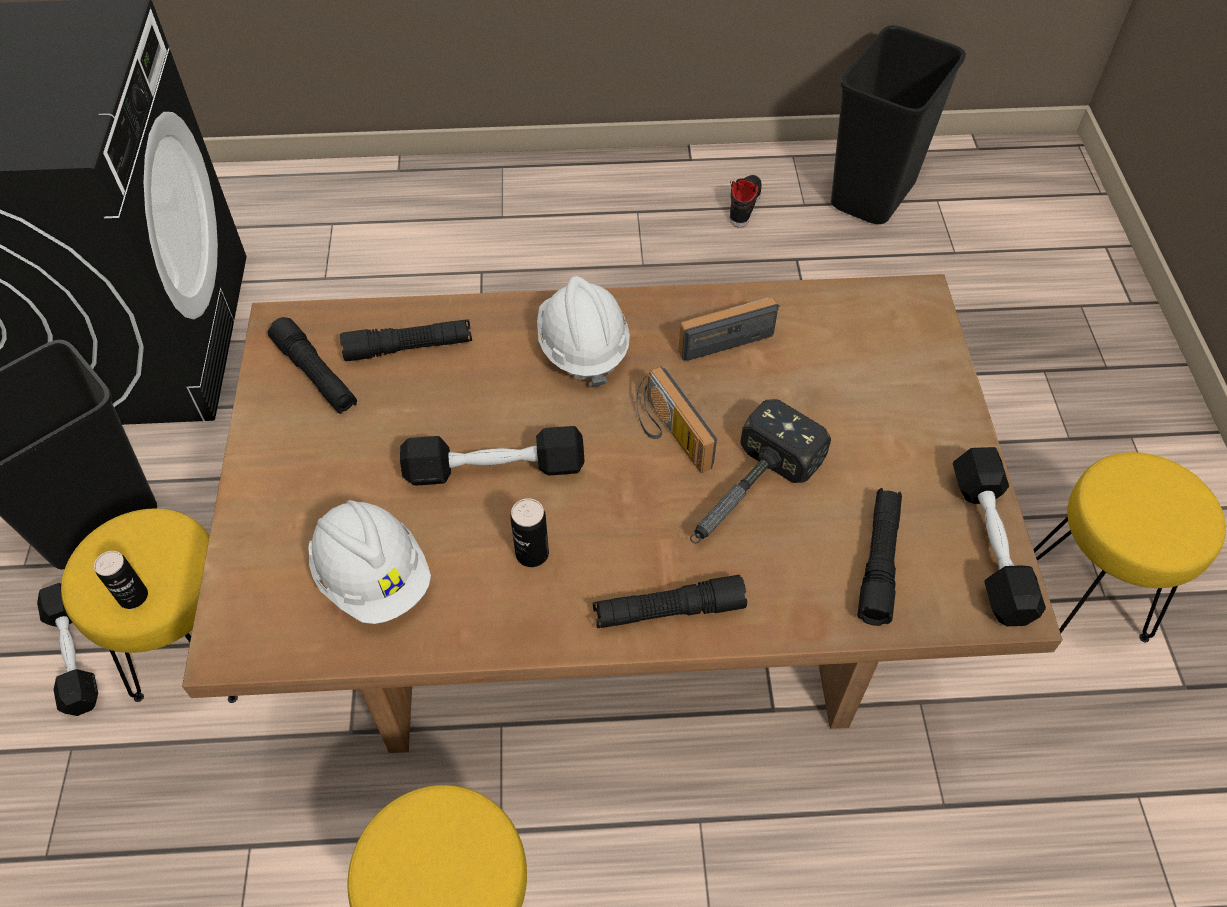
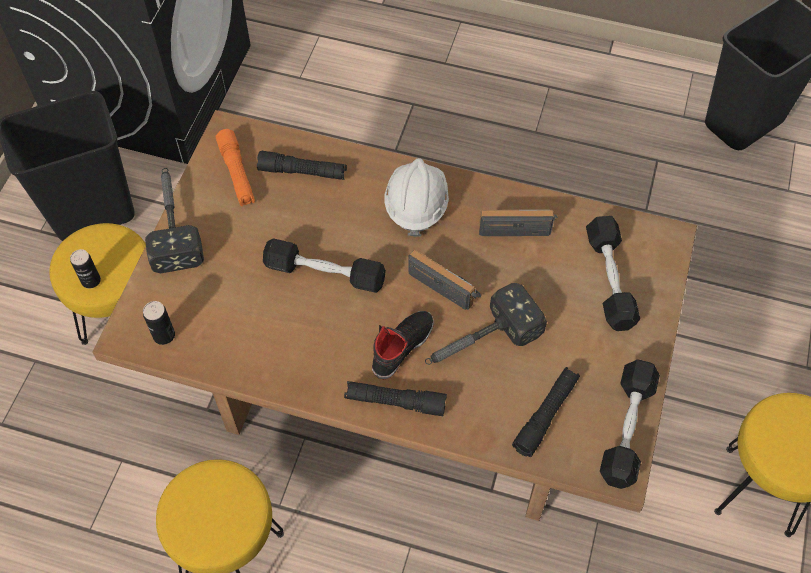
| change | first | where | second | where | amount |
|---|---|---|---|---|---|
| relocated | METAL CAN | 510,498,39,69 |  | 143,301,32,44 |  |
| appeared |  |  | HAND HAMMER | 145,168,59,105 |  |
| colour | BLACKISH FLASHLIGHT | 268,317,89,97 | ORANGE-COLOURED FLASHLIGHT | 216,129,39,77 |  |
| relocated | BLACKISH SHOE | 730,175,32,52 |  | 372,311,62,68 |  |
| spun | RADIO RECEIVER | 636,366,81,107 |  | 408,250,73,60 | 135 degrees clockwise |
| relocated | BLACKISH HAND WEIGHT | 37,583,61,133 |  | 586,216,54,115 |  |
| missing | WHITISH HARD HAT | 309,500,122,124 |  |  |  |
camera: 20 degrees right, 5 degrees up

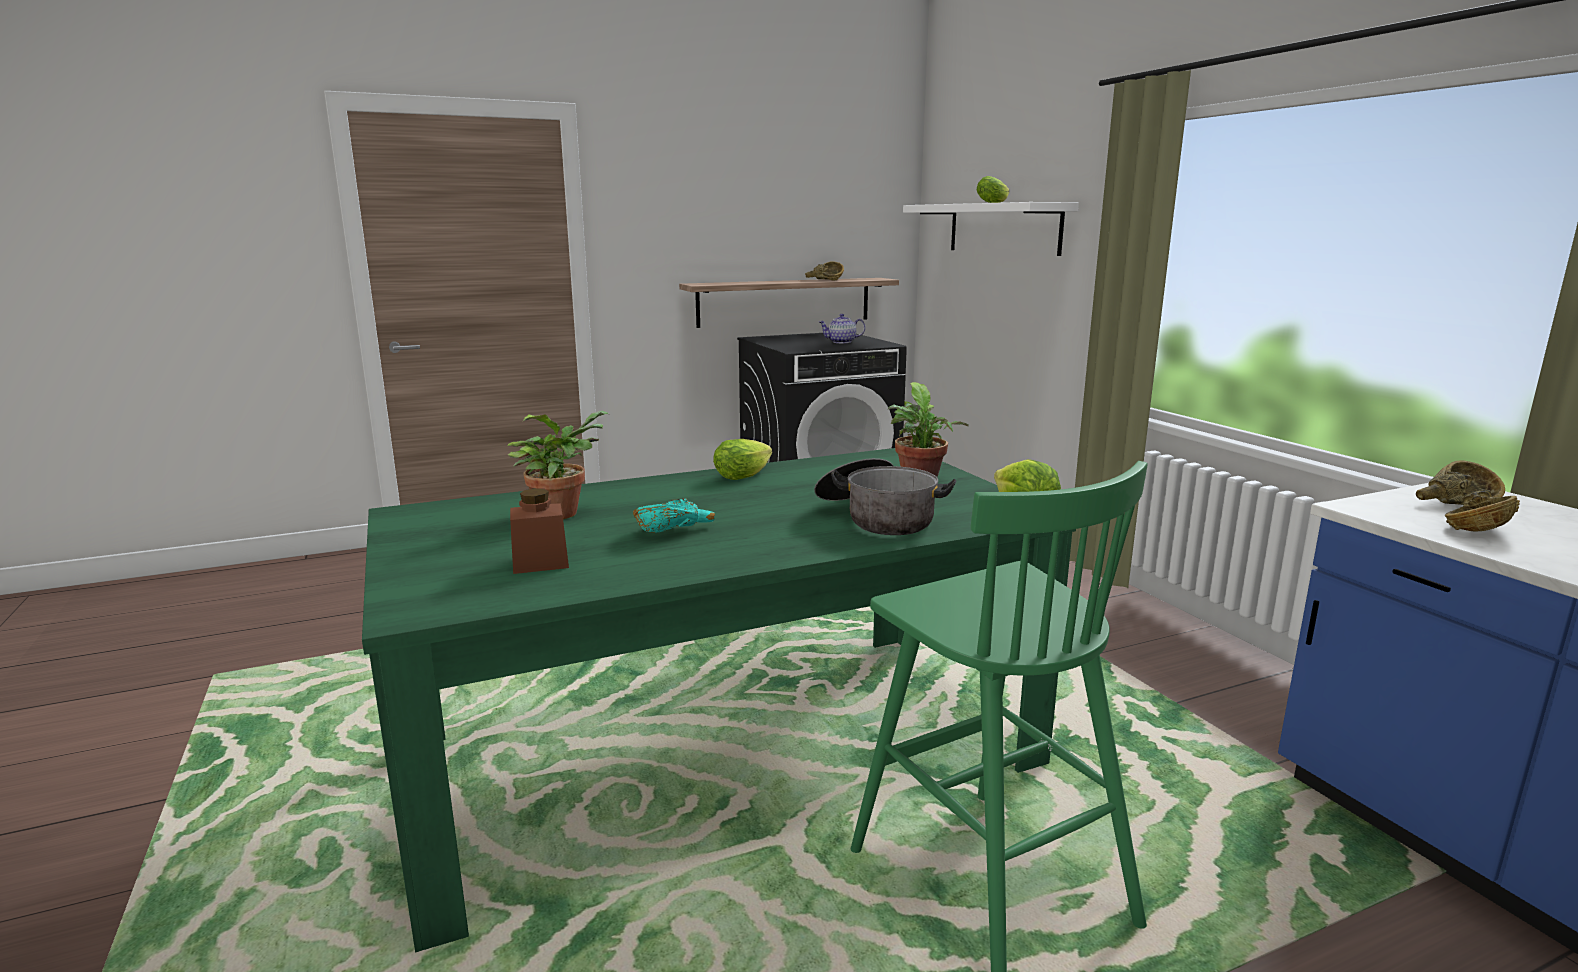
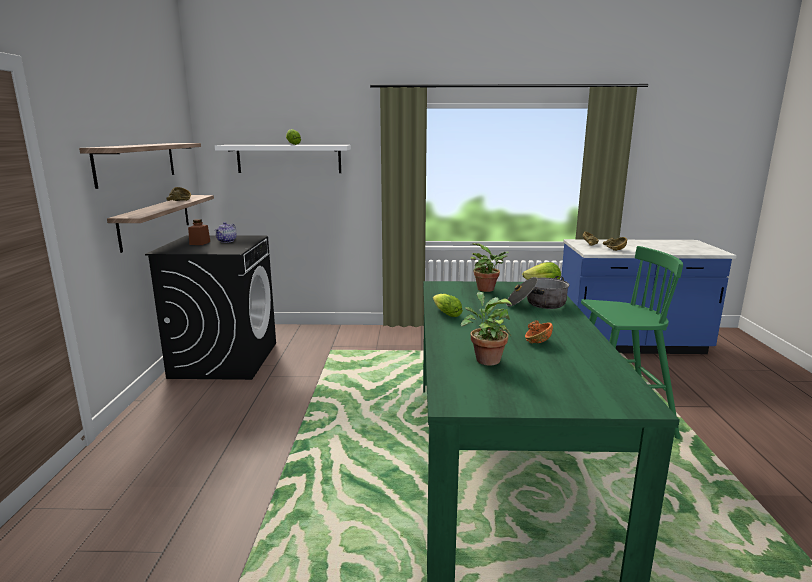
| change | first | where | second | where | amount |
|---|---|---|---|---|---|
| appeared |  |  | BRACKET SHELF | 79,143,122,46 |  |
| relocated | BROWN-COLOURED PRESERVE JAR | 510,488,59,86 |  | 188,219,22,26 |  |
| colour | TURQUOISE BOWL | 633,498,82,34 | ORANGE-COLOURED BOWL | 525,320,28,23 |  |
camera: 65 degrees left, 0 degrees up

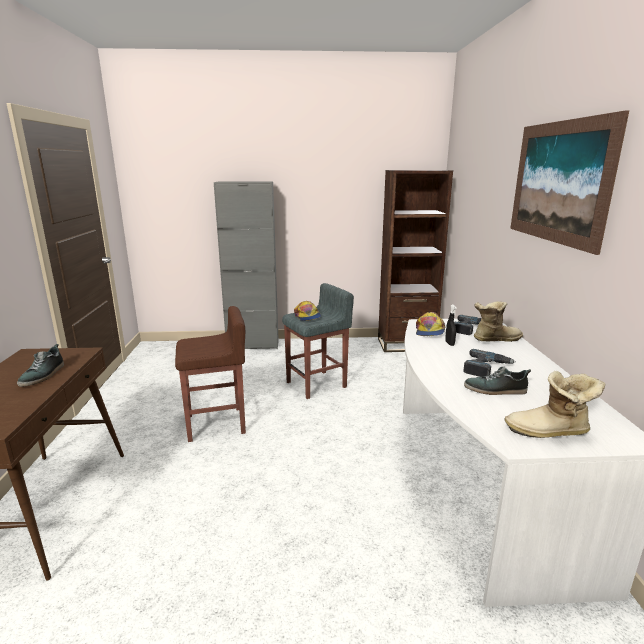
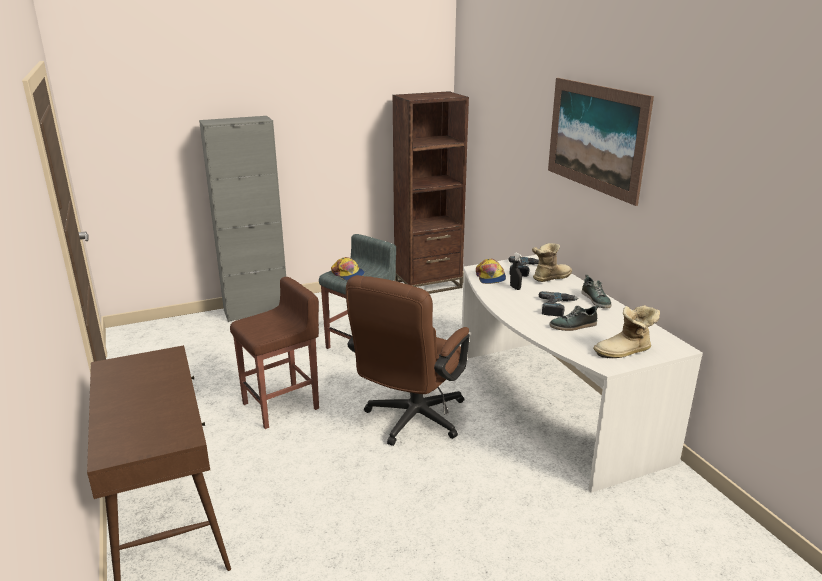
| change | first | where | second | where | amount |
|---|---|---|---|---|---|
| appeared |  |  | BROWN-COLOURED DESK CHAIR | 346,275,124,171 |  |
| relocated | SHOE | 17,344,47,43 |  | 581,275,31,34 |  |
camera: 20 degrees left, 5 degrees up

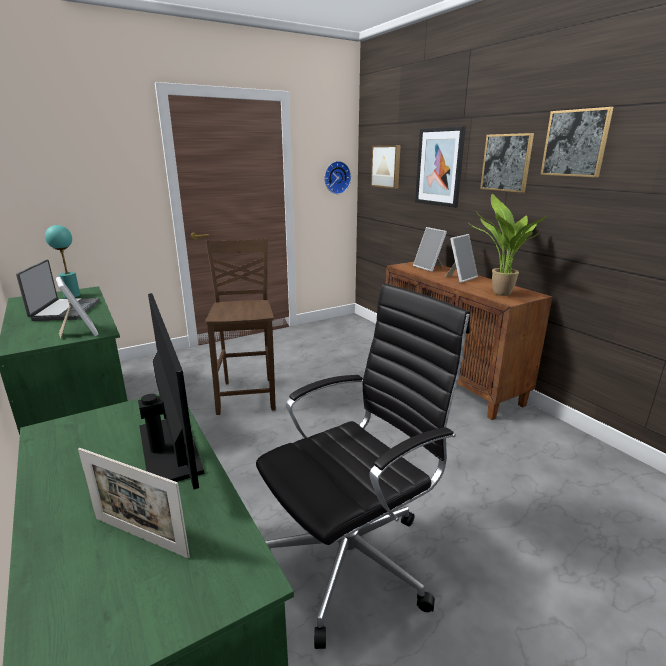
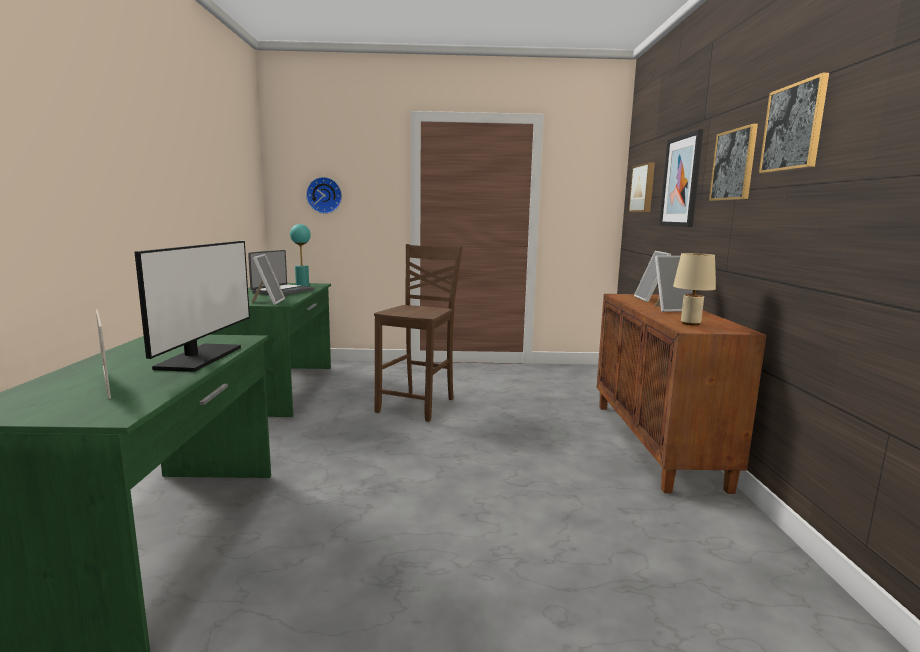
| change | first | where | second | where | amount |
|---|---|---|---|---|---|
| relocated | WALL CLOCK | 324,161,27,33 |  | 306,177,36,37 |  |
| exchanged | PLANT IN A POT | 470,194,77,102 | SAND-COLOURED LAMP FOR A TABLE | 673,253,43,73 |  |
| missing | BLACKISH DESK CHAIR | 256,283,214,366 |  |  |  |
camera: 30 degrees right, 10 degrees down

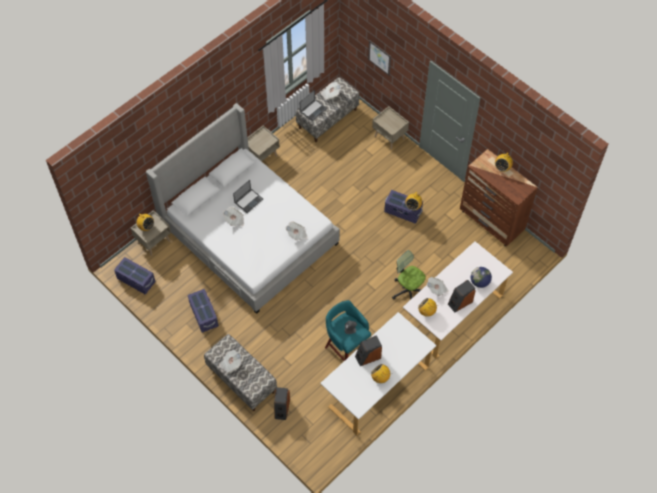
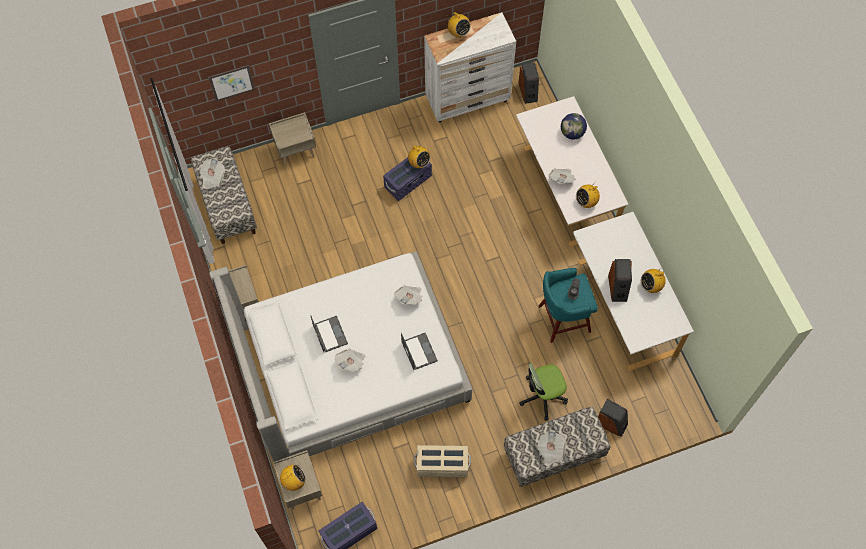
| change | first | where | second | where | amount |
|---|---|---|---|---|---|
| relocated | LAPTOP | 300,90,27,31 |  | 401,333,37,37 |  |
| colour | PURPLE-COLOURED STORAGE BOX | 188,289,31,44 | SAND-COLOURED STORAGE BOX | 414,445,57,32 |  |
| colour | BROWN-COLOURED CHEST OF DRAWERS | 460,149,78,97 | WHITISH CHEST OF DRAWERS | 424,12,92,110 |  |
| relocated | SPEAKER | 448,280,28,32 |  | 518,62,21,42 |  |
| relocated | DESK CHAIR | 392,250,34,50 |  | 520,363,48,58 |  |
camera: 65 degrees left, 5 degrees up

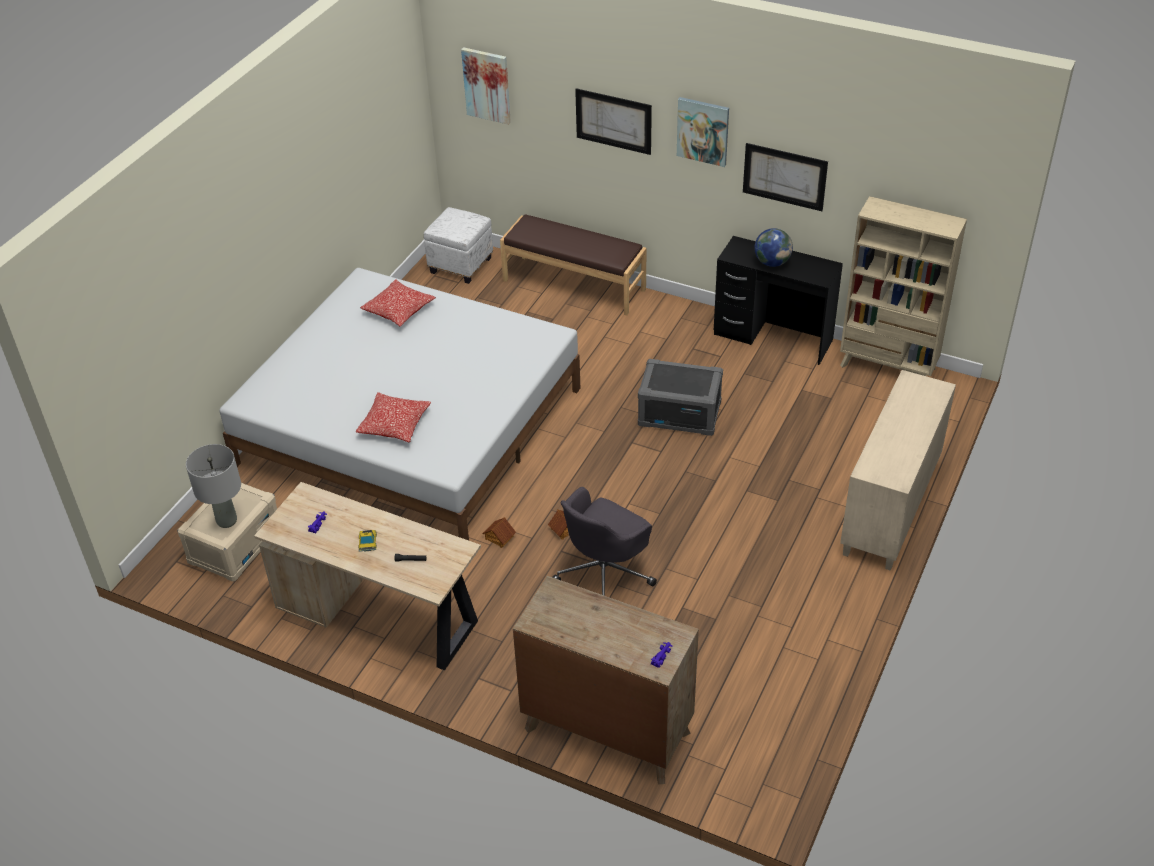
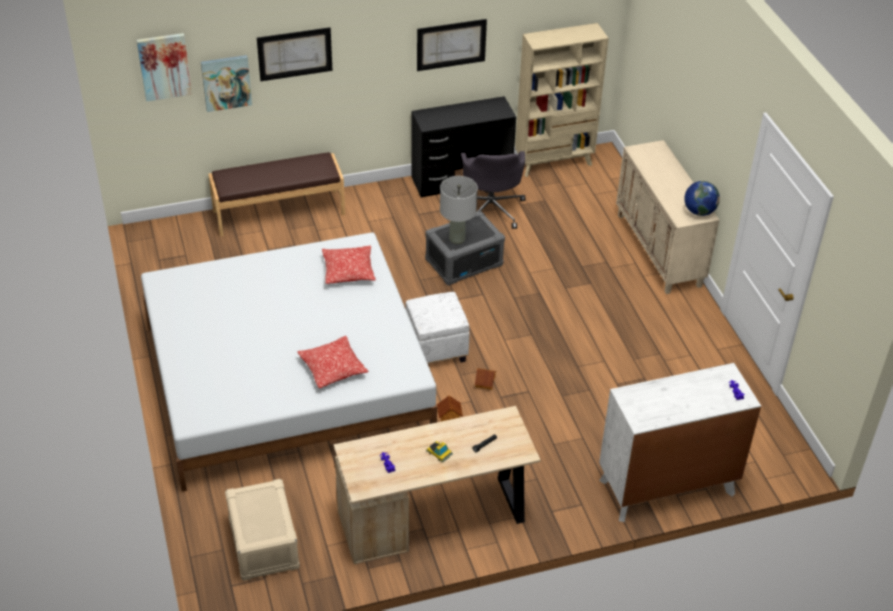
| change | first | where | second | where | amount |
|---|---|---|---|---|---|
| relocated | PICTURE | 677,97,52,70 |  | 201,55,51,57 |  |
| relocated | CUSHION | 360,279,76,48 |  | 322,246,54,38 |  |
| relocated | WHITISH FOOTREST | 424,207,69,77 |  | 405,292,65,72 |  |
| relocated | GREYISH LAMP FOR A TABLE | 186,444,55,84 |  | 440,176,38,68 |  |
| relocated | GREYISH DESK CHAIR | 552,487,105,109 |  | 461,151,64,78 |  |
| colour | BROWN-COLOURED CHEST OF DRAWERS | 513,576,186,209 | WHITISH CHEST OF DRAWERS | 599,363,162,159 |  |
| relocated | DESK GLOBE | 754,228,39,39 |  | 684,181,36,35 |  |
camera: 45 degrees left, 0 degrees up

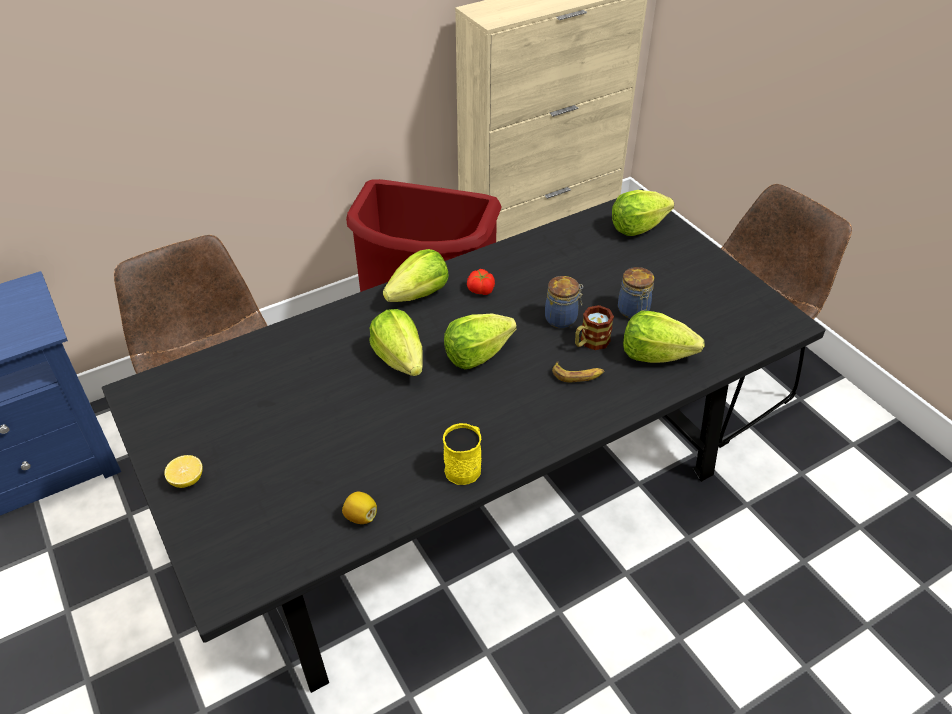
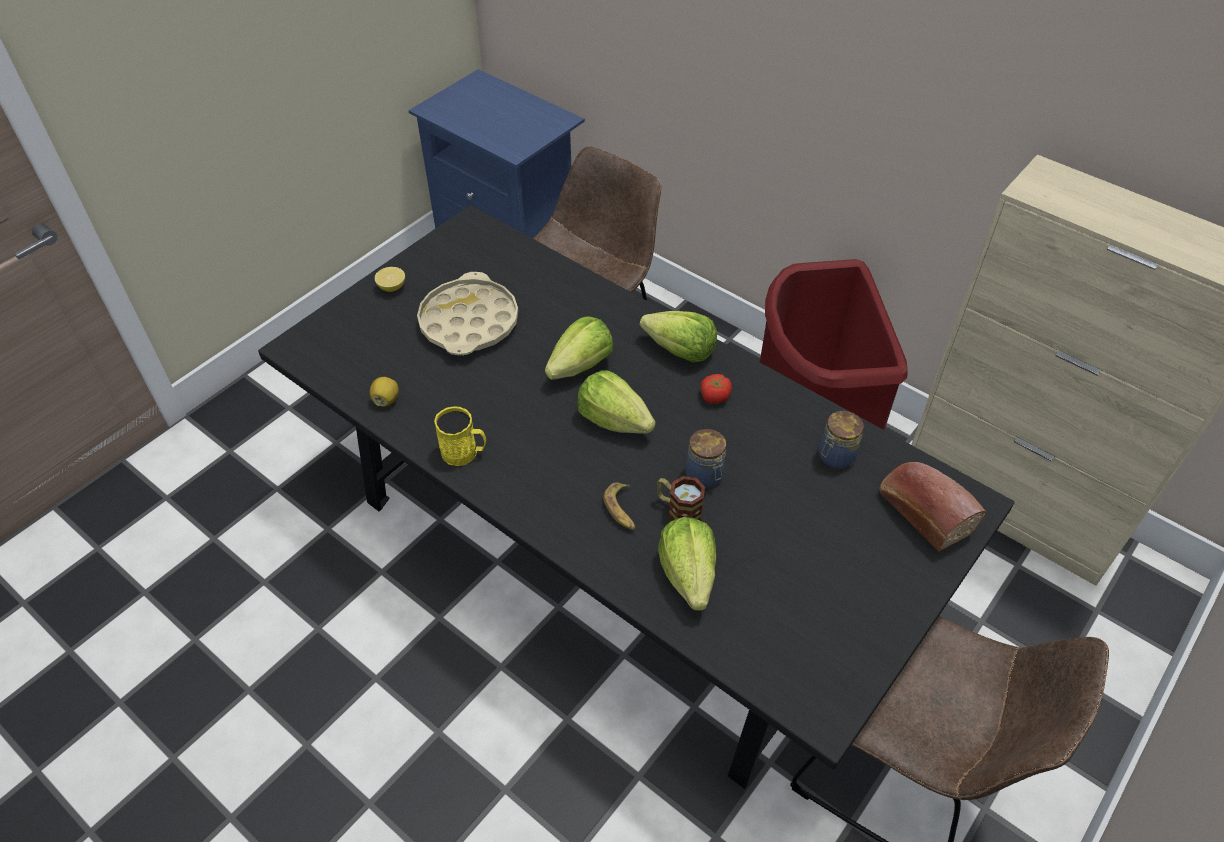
| change | first | where | second | where | amount |
|---|---|---|---|---|---|
| appeared |  |  | SAND-COLOURED TRAY | 417,272,101,83 |  |
| relocated | PRESERVE JAR | 618,267,36,52 |  | 819,411,45,58 |  |
| exchanged | HEAD OF LETTUCE | 612,190,62,46 | BREAD | 879,462,107,90 |  |
camera: 70 degrees right, 5 degrees up

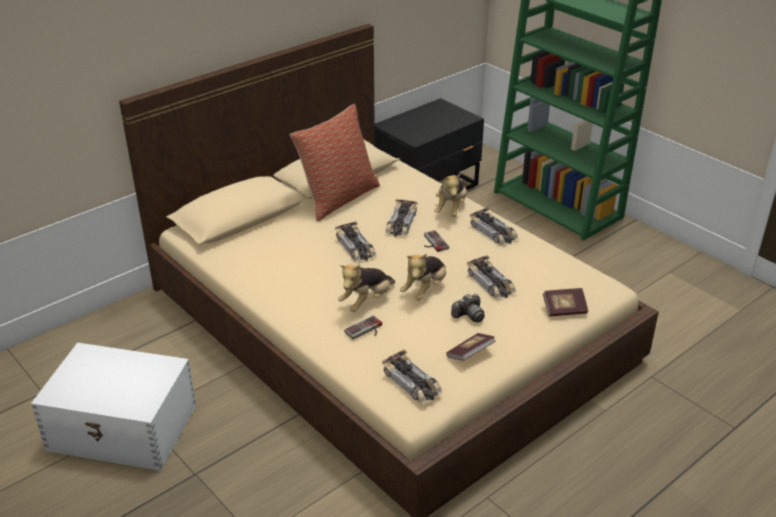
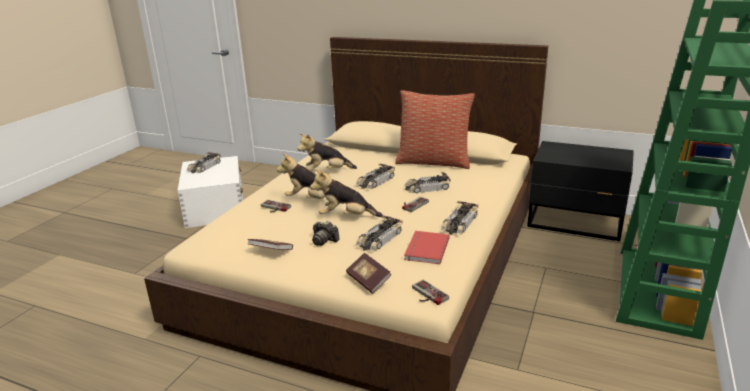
| change | first | where | second | where | amount |
|---|---|---|---|---|---|
| relocated | MODEL CAR | 382,350,61,54 |  | 187,152,34,21 |  |
| relocated | SOFT TOY | 434,173,33,44 |  | 297,133,60,38 |  |
| appeared |  |  | REDDISH BOUND BOOK | 404,231,46,33 |  |
| appeared |  |  | JOYPAD | 412,280,37,25 |  |
camera: 65 degrees right, 10 degrees down

